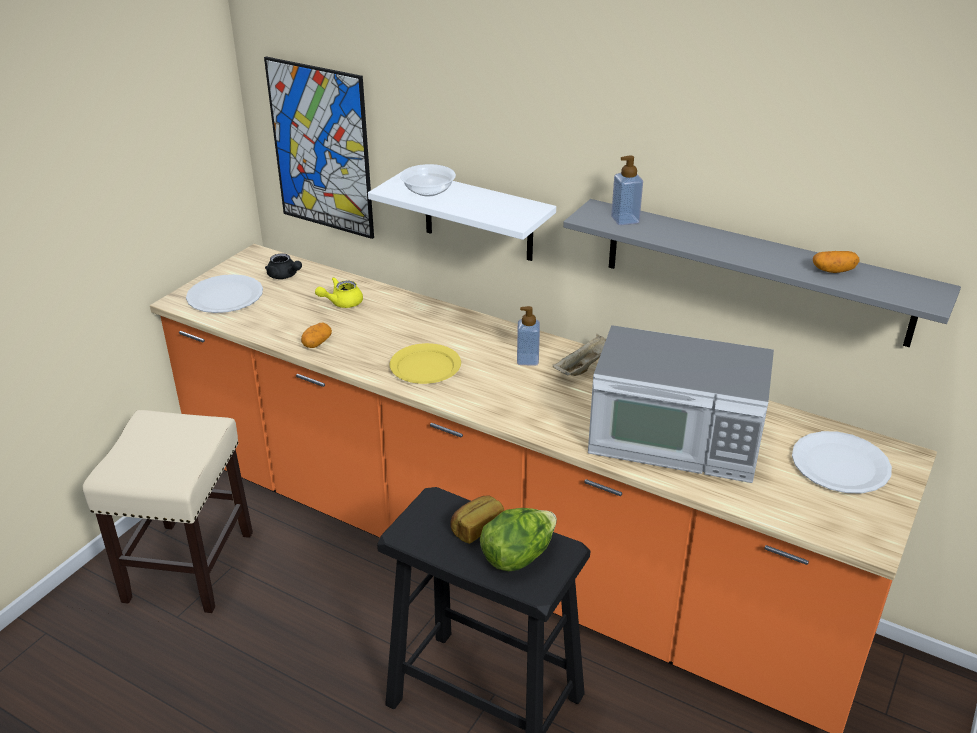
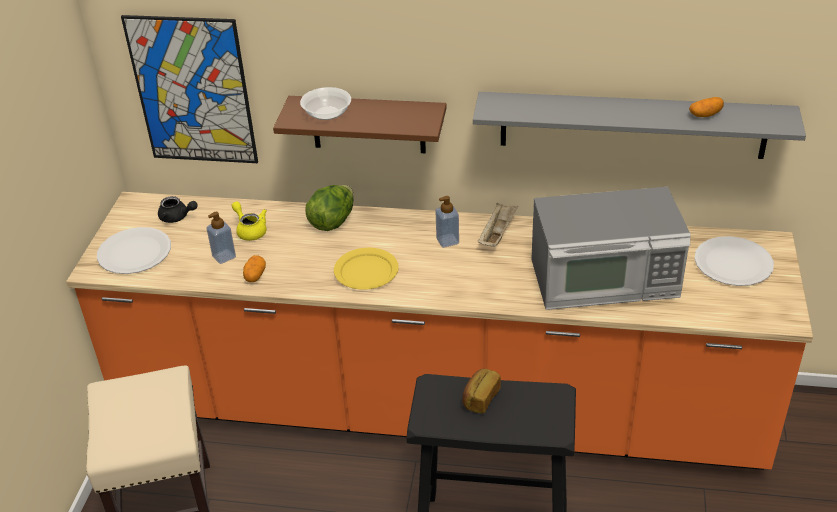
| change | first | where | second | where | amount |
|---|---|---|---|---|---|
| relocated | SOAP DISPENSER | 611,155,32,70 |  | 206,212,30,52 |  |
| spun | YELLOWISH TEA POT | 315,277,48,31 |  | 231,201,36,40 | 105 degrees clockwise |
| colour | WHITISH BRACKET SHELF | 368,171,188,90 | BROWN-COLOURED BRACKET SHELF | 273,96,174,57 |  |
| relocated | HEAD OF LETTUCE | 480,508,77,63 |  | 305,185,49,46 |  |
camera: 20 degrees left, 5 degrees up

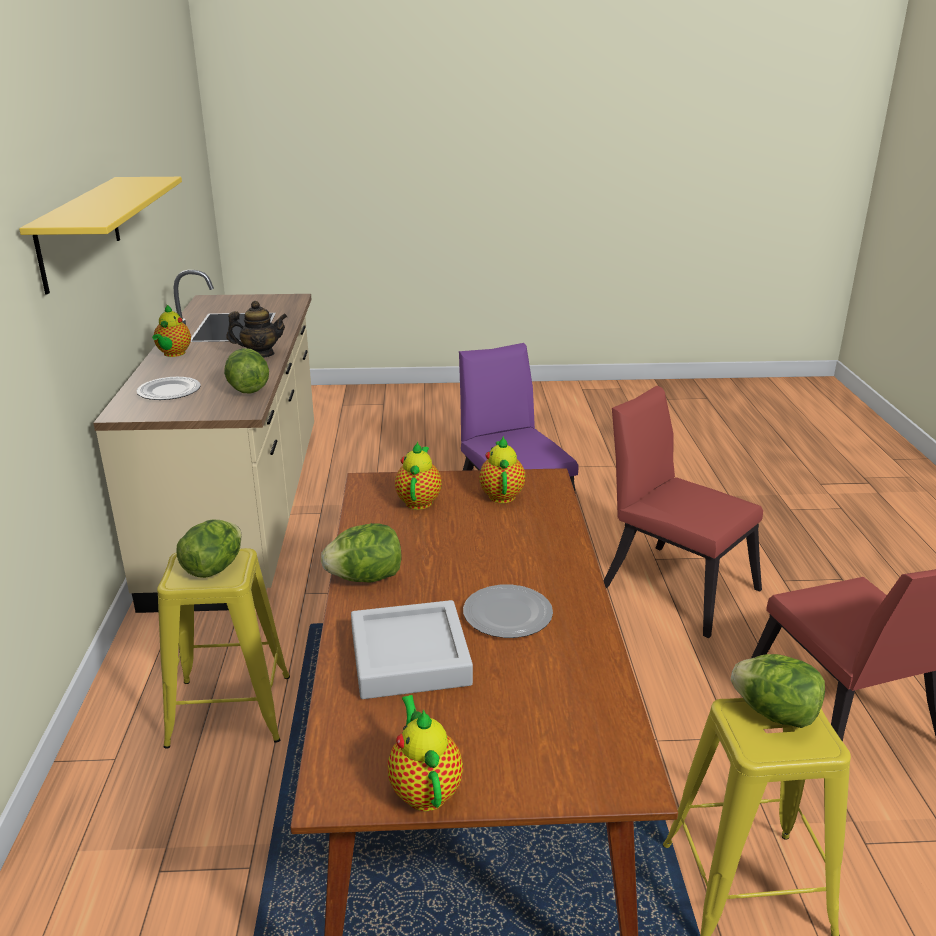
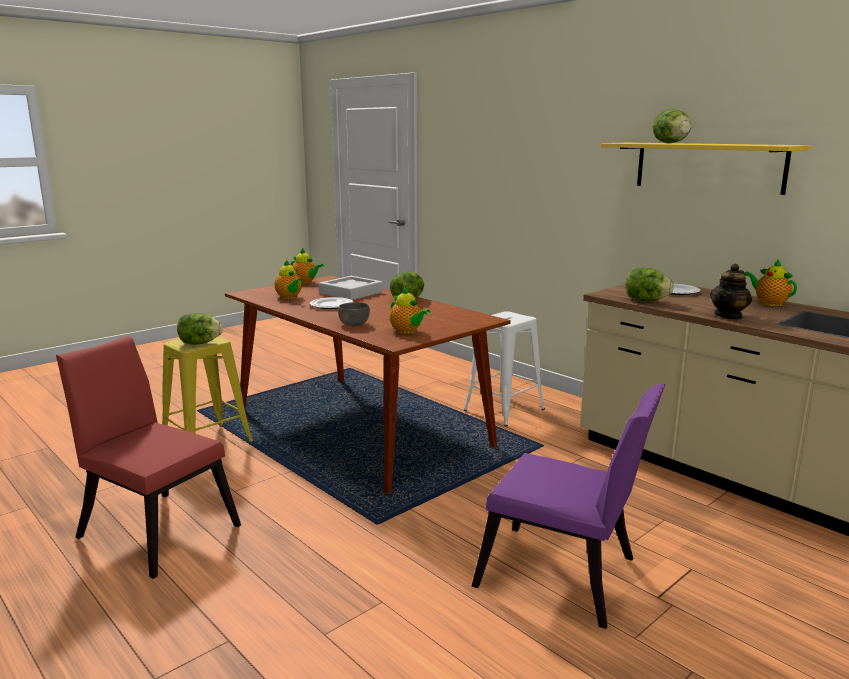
| change | first | where | second | where | amount |
|---|---|---|---|---|---|
| relocated | TEA POT | 395,442,47,68 |  | 274,260,28,39 |  |
| appeared |  |  | GREYISH BOWL | 338,302,32,24 |  |
| colour | YELLOWISH STOOL | 157,548,133,201 | WHITISH STOOL | 464,311,81,115 |  |
| relocated | HEAD OF LETTUCE | 177,520,65,58 |  | 652,109,39,34 |  |
| missing | REDDISH CHAIR | 603,386,160,252 |  |  |  |
camera: 140 degrees right, 10 degrees down

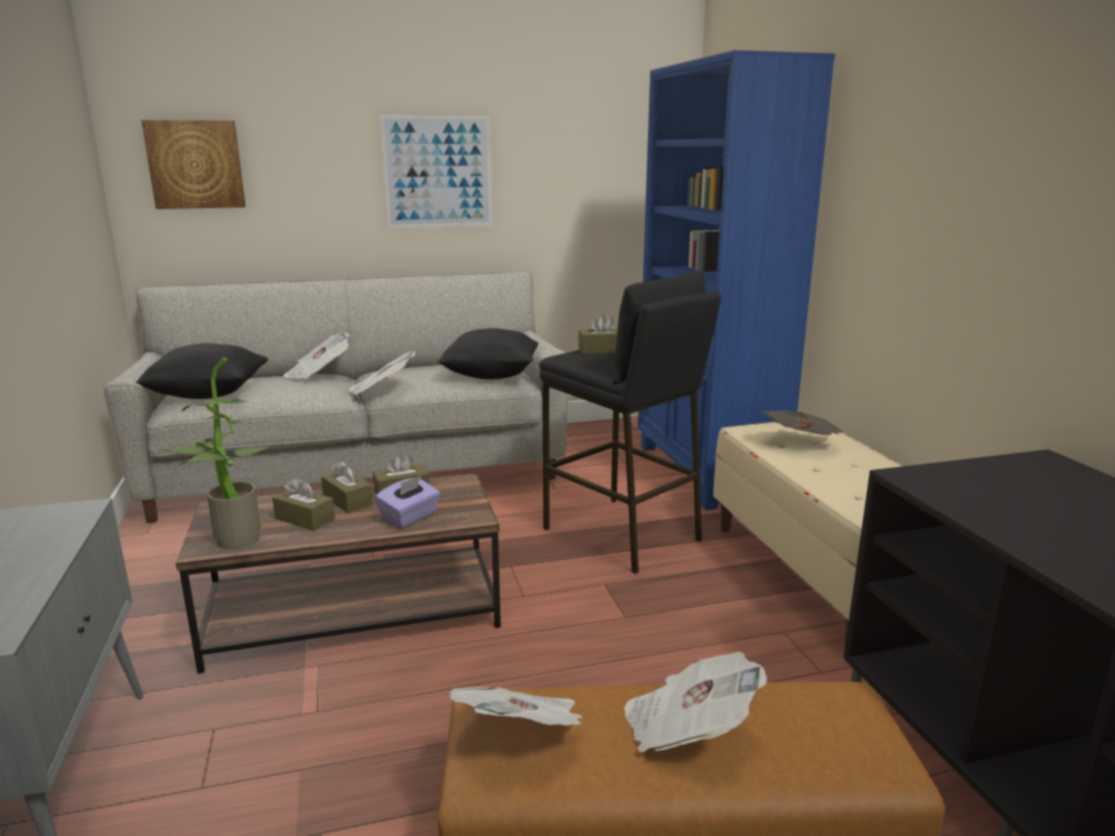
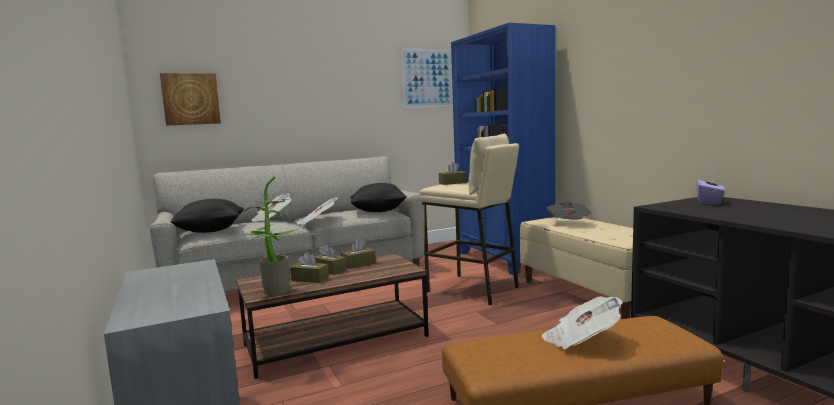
| change | first | where | second | where | amount |
|---|---|---|---|---|---|
| relocated | PICTURE | 380,115,112,113 |  | 401,49,52,59 |  |
| colour | BLACKISH STOOL | 539,270,182,304 | SAND-COLOURED STOOL | 420,134,99,171 |  |
| relocated | PURPLE-COLOURED BOX OF TISSUES | 375,475,65,53 |  | 696,173,29,31 |  |
| missing | NEWSPAPER | 450,687,132,38 |  |  |  |
camera: 10 degrees left, 10 degrees down

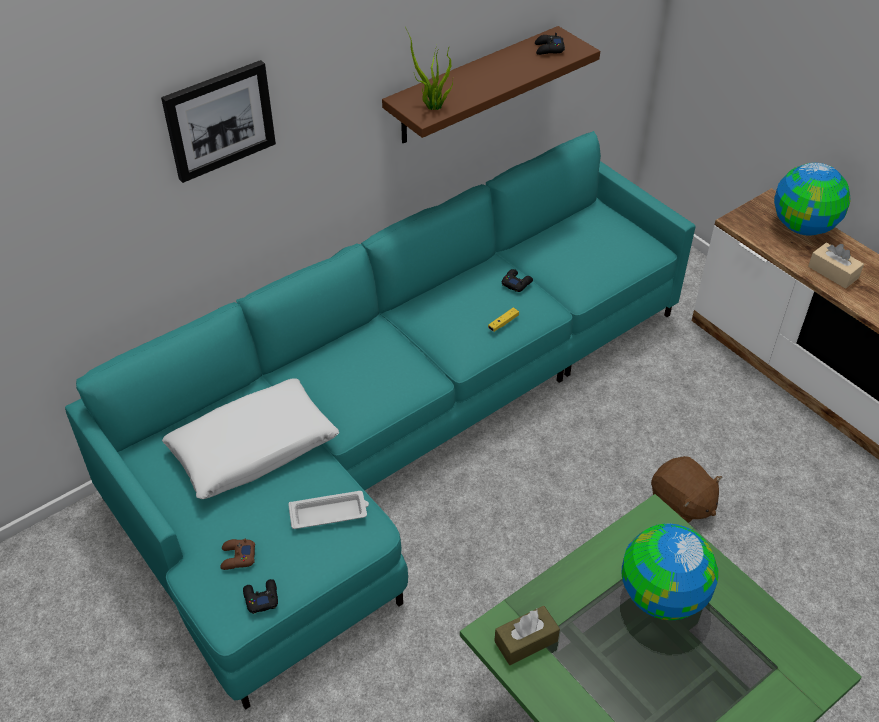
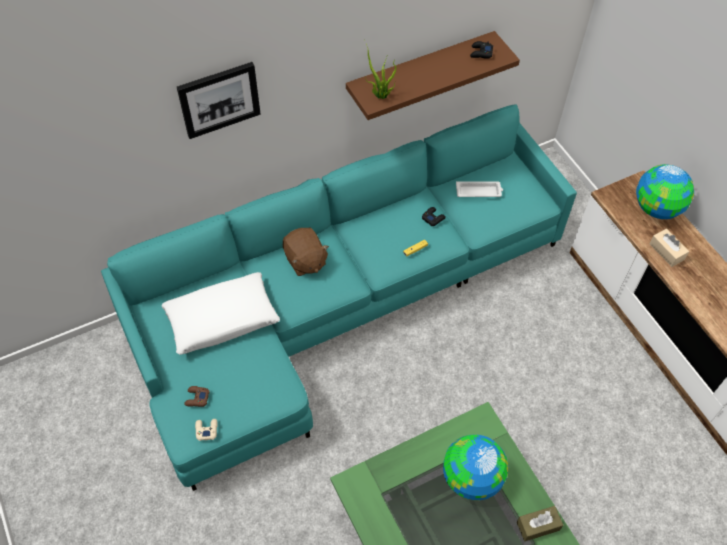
| change | first | where | second | where | amount |
|---|---|---|---|---|---|
| colour | BLACKISH JOYPAD | 243,579,35,35 | SAND-COLOURED JOYPAD | 195,419,22,22 |  |
| relocated | BROWN-COLOURED SOFT TOY | 651,456,71,67 |  | 283,228,46,48 |  |
| relocated | WHITISH TRAY | 288,491,81,38 |  | 456,181,47,16 |  |
| relocated | BROWN-COLOURED BOX OF TISSUES | 494,606,66,59 |  | 517,506,46,35 |  |
camera: 10 degrees right, 10 degrees up

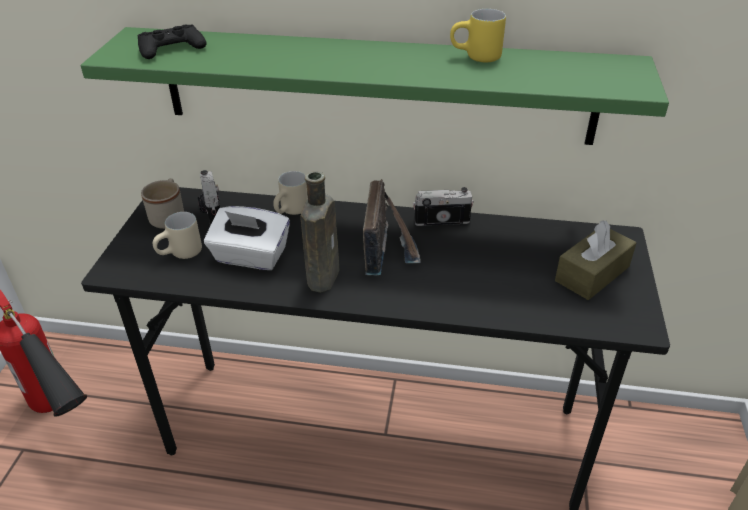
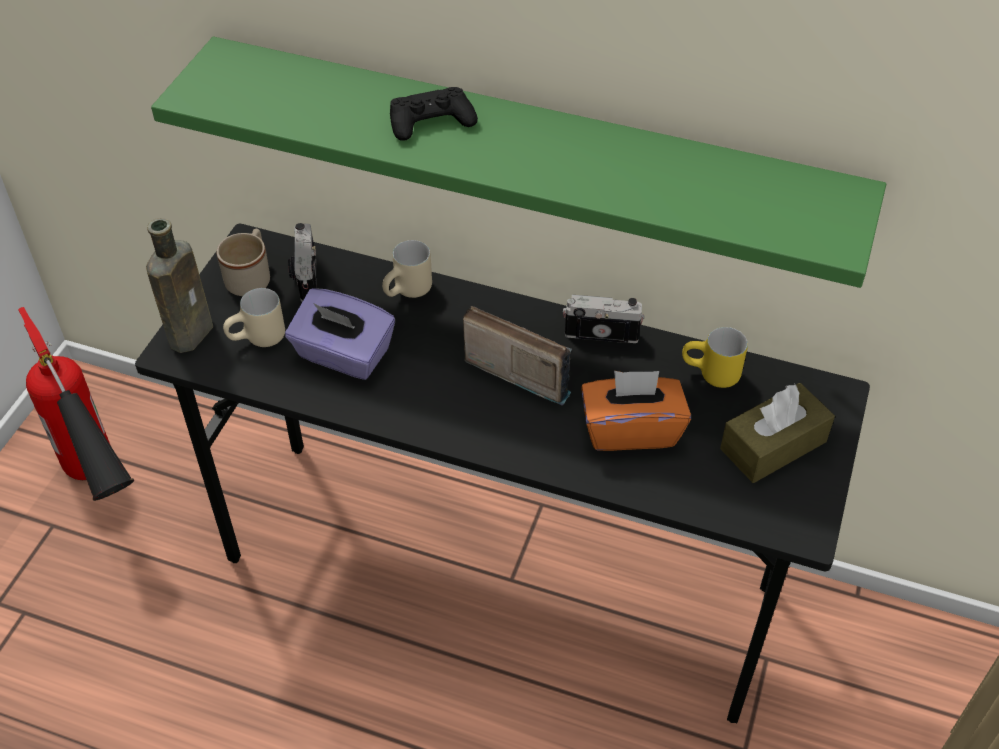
| change | first | where | second | where | amount |
|---|---|---|---|---|---|
| relocated | BROWN-COLOURED BEVERAGE BOTTLE | 300,171,40,122 |  | 146,218,67,135 |  |
| colour | WHITISH BOX OF TISSUES | 204,206,86,64 | PURPLE-COLOURED BOX OF TISSUES | 285,288,110,92 |  |
| relocated | BLACKISH JOYPAD | 138,25,68,34 |  | 390,87,88,54 |  |
| spun | RADIO RECEIVER | 363,179,58,97 |  | 463,306,109,99 | 75 degrees counterclockwise |
| appeared |  |  | ORANGE-COLOURED BOX OF TISSUES | 581,371,110,80 |  |
| relocated | YELLOWISH MUG | 450,9,56,53 |  | 682,327,66,61 |  |
camera: 10 degrees right, 10 degrees up

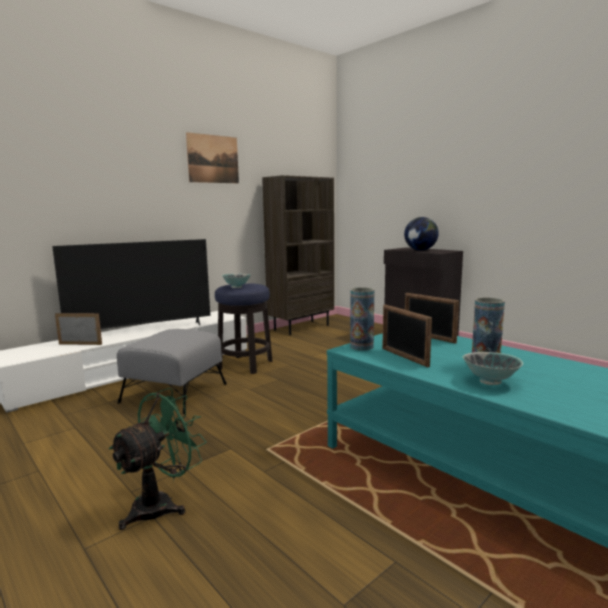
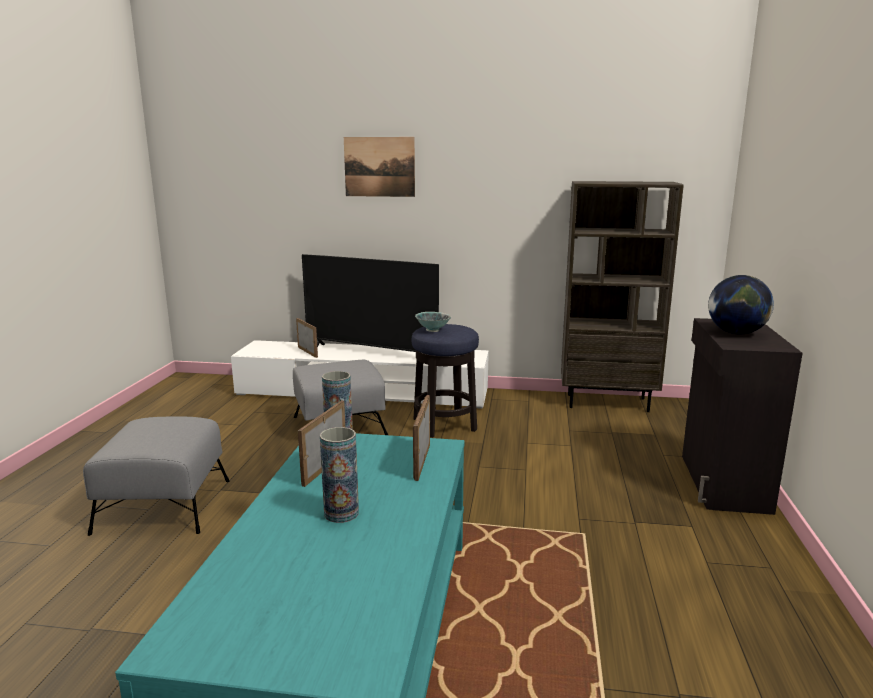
| change | first | where | second | where | amount |
|---|---|---|---|---|---|
| exchanged | GREEN-COLOURED FAN | 109,388,98,142 | GREYISH FOOTREST | 83,417,146,119 |  |
| relocated | PICTURE | 186,132,53,51 |  | 344,137,71,60 |  |
| missing | BOWL | 463,352,60,33 |  |  |  |
camera: 50 degrees right, 5 degrees up

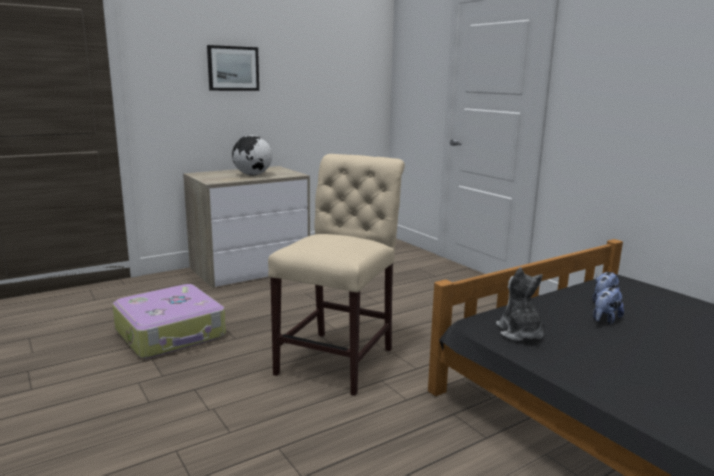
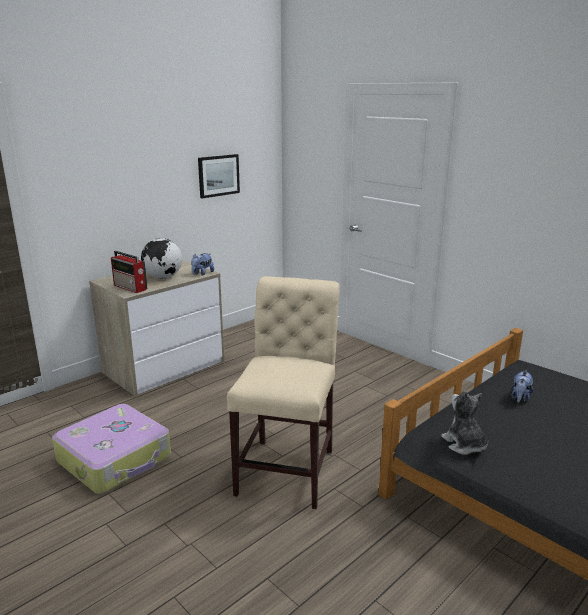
| change | first | where | second | where | amount |
|---|---|---|---|---|---|
| appeared |  |  | RADIO RECEIVER | 111,251,36,42 |  |
| relocated | SOFT TOY | 593,287,31,37 |  | 191,253,23,23 |  |
| relocated | PICTURE | 207,45,52,46 |  | 198,154,42,44 |  |
camera: 10 degrees left, 5 degrees up

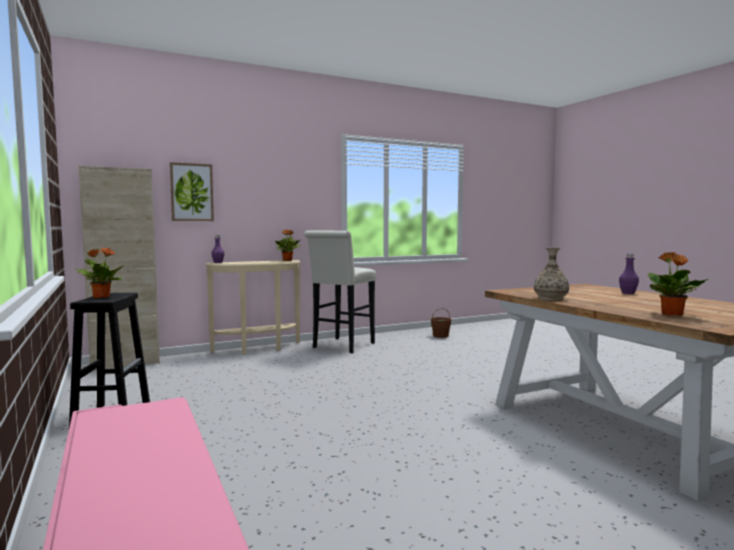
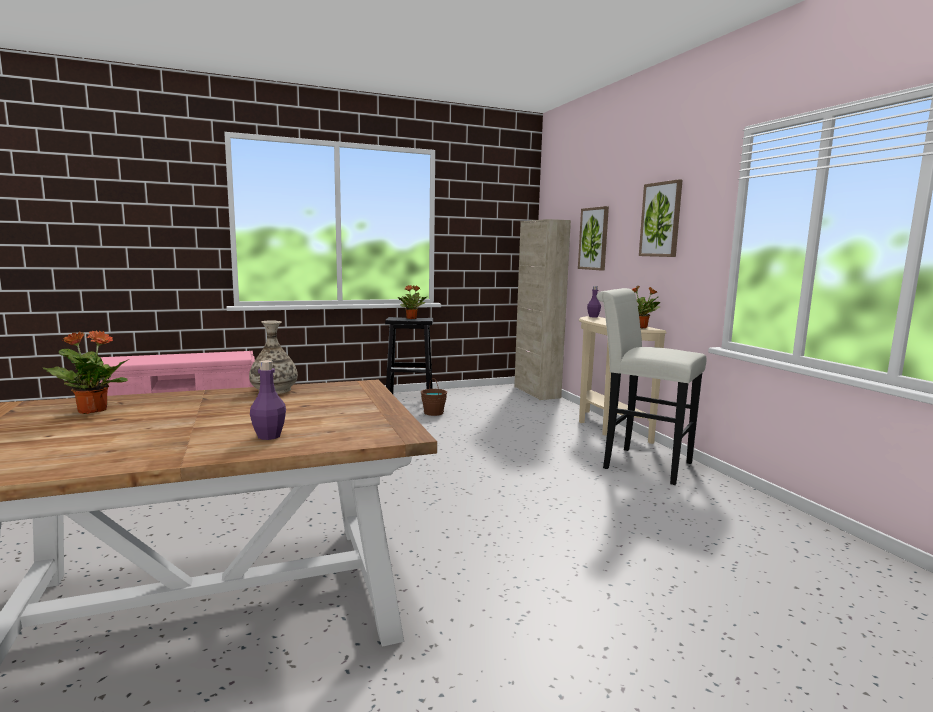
| change | first | where | second | where | amount |
|---|---|---|---|---|---|
| relocated | BROWN-COLOURED PAIL | 431,308,21,30 |  | 421,378,26,38 |  |
| appeared |  |  | PICTURE | 639,179,43,78 |  |
camera: 95 degrees right, 5 degrees up

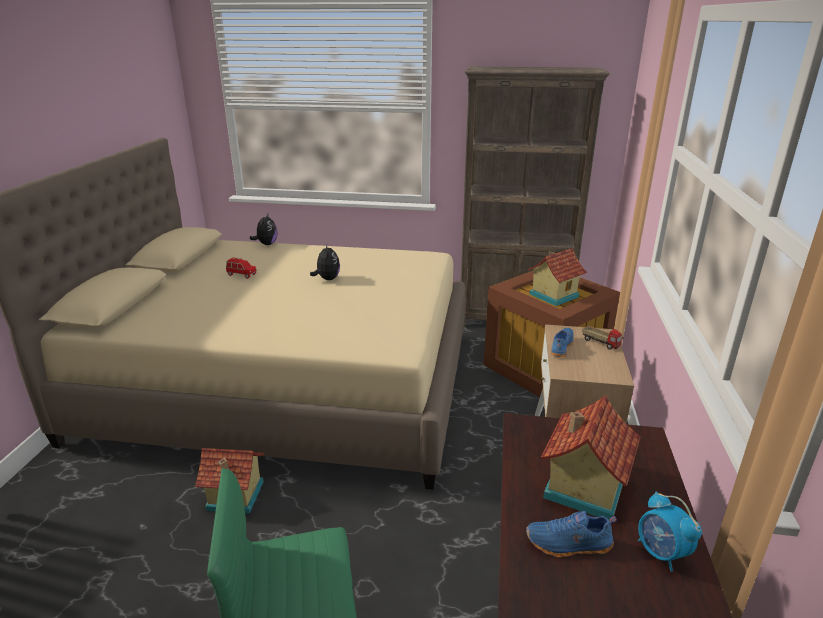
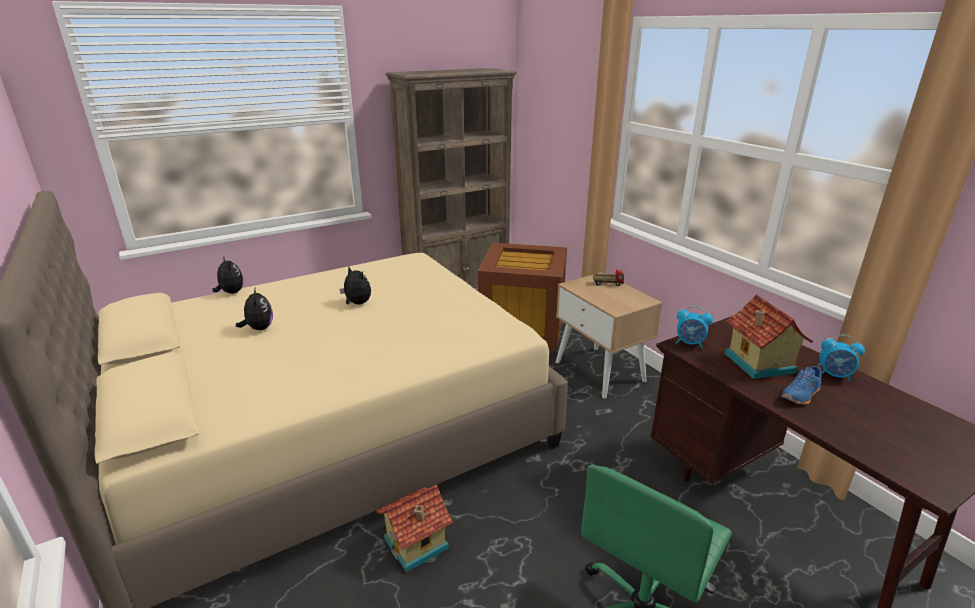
| change | first | where | second | where | amount |
|---|---|---|---|---|---|
| exchanged | REDDISH MODEL CAR | 226,258,31,21 | SOFT TOY | 236,289,37,41 |  |
| appeared |  |  | TABLE CLOCK | 676,306,37,42 |  |
| missing | TOY HOUSE | 528,248,59,58 |  |  |  |
| missing | BLUISH SHOE | 551,328,23,29 |  |  |  |
camera: 40 degrees left, 0 degrees up

